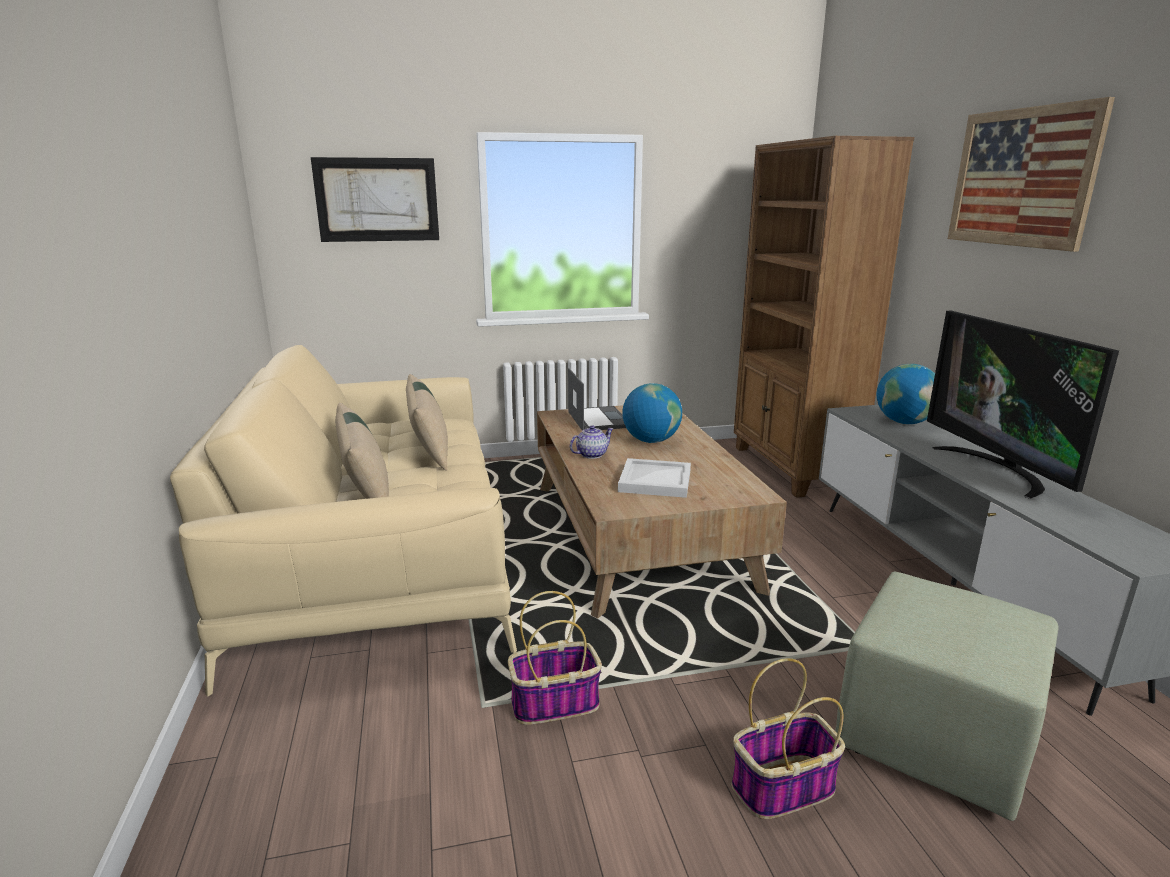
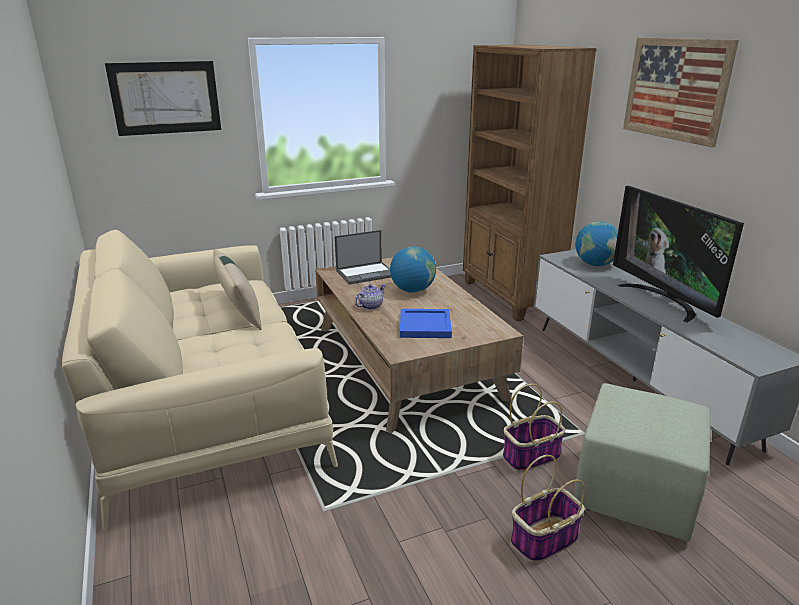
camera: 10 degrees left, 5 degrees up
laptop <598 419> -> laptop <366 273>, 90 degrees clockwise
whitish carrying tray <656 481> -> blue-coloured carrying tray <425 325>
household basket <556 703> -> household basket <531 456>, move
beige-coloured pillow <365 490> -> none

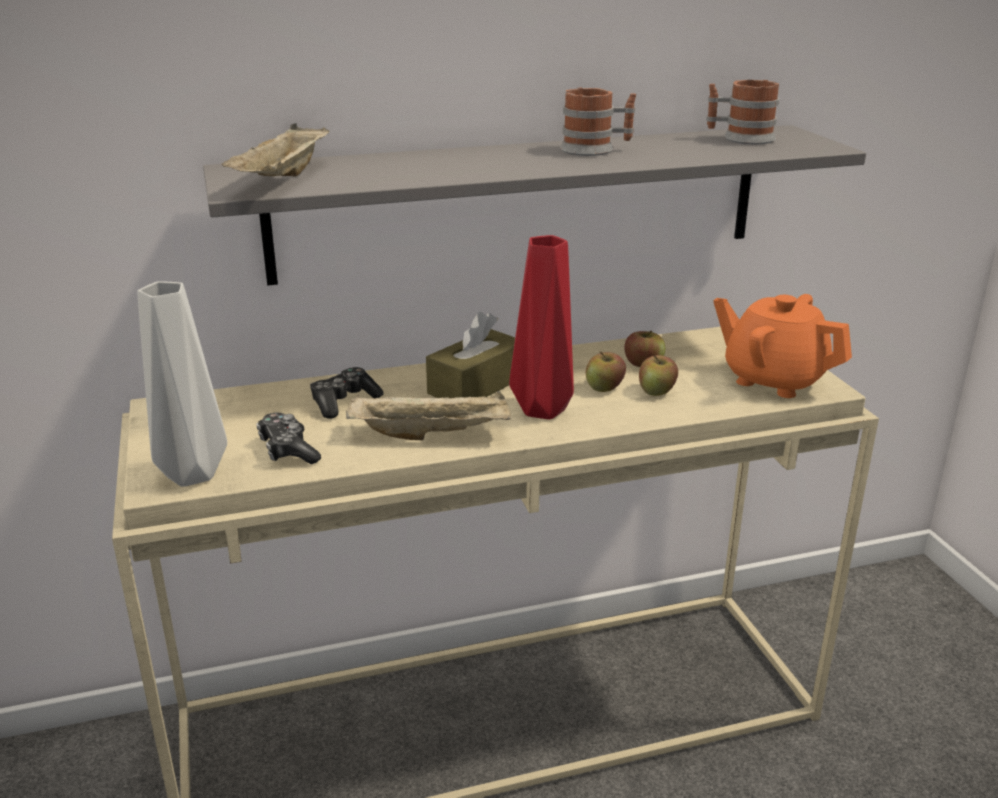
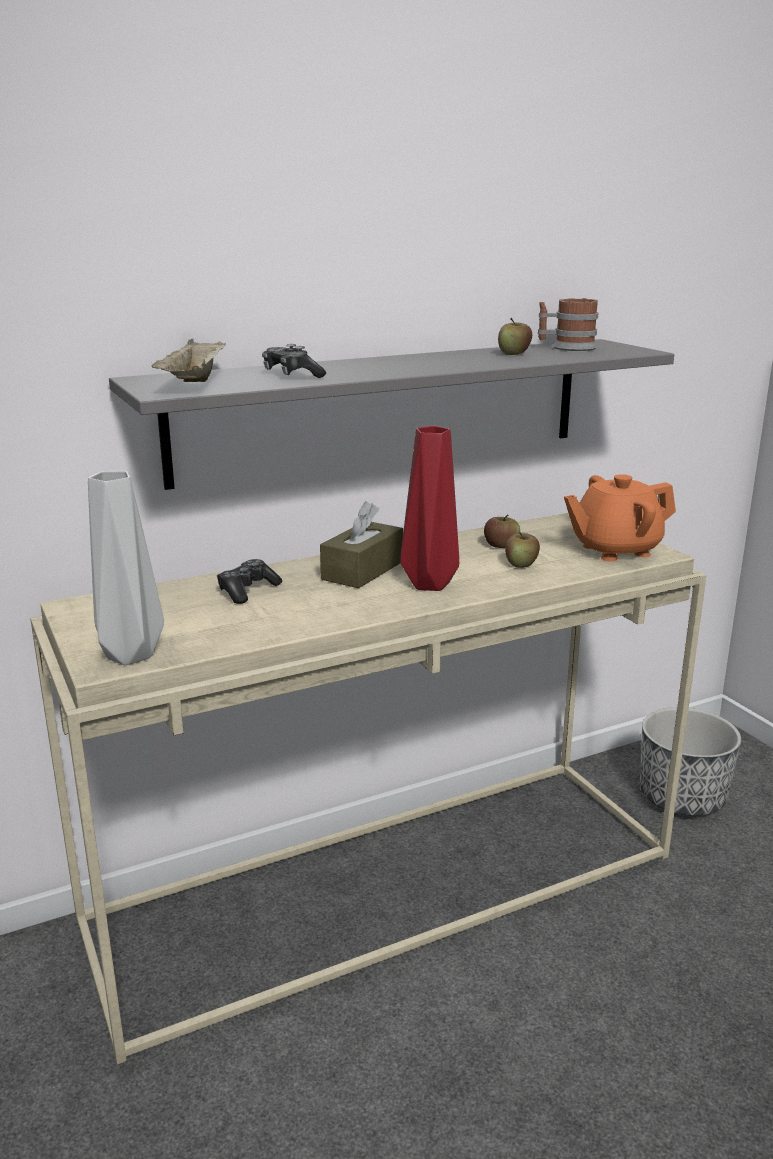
camera: 10 degrees left, 5 degrees down
game controller <288 450> -> game controller <292 375>, move
apple <604 387> -> apple <514 354>, move
orangey teapot <773 380> -> orangey teapot <615 550>, 45 degrees counterclockwise
none -> flower pot <681 797>
beige-coloured carrying tray <432 434> -> none
coffee mug <596 149> -> none

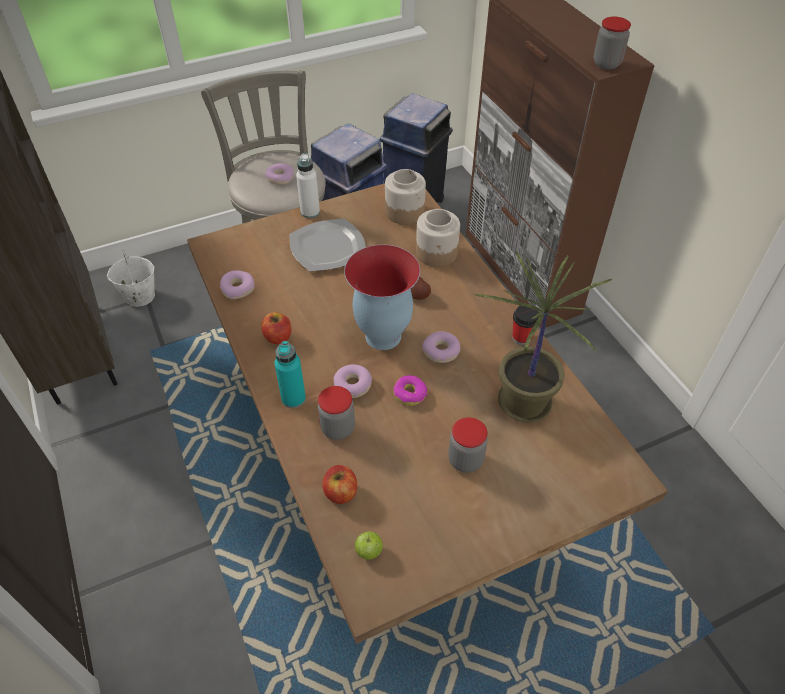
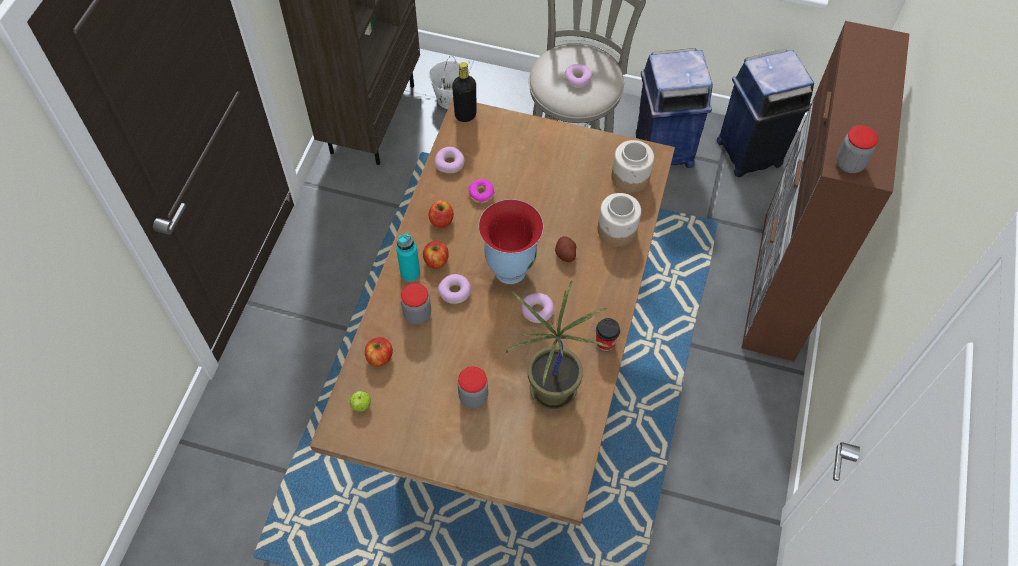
camera: 40 degrees right, 10 degrees up
none -> apple <436 260>
none -> blackish bottle <465 115>
doughnut <410 394> -> doughnut <481 194>, move
plate <326 247> -> none
whitish bottle <310 212> -> none

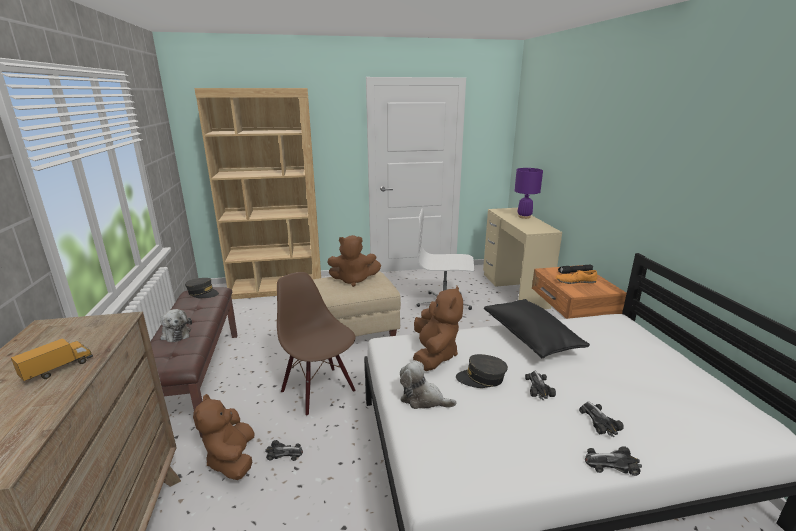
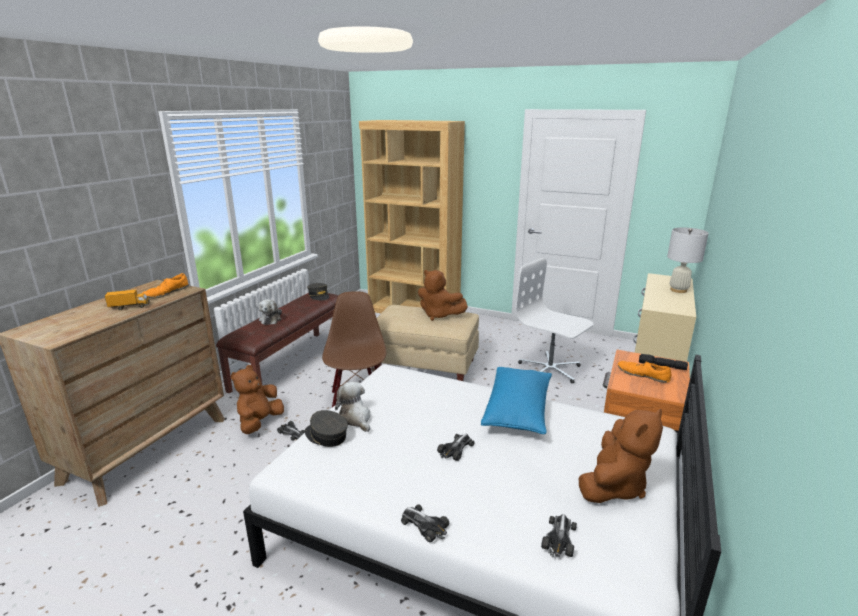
camera: 35 degrees right, 0 degrees up
none -> orangey shoe <166 293>
gray baseball cap <481 378> -> gray baseball cap <326 436>, move
blackish pillow <530 338> -> blue-coloured pillow <517 411>
miniature car <599 421> -> miniature car <559 538>, move
brown-coloured cuddly toy <434 355> -> brown-coloured cuddly toy <613 486>, move
purplish tabletop lamp <524 217> -> whitish tabletop lamp <678 290>

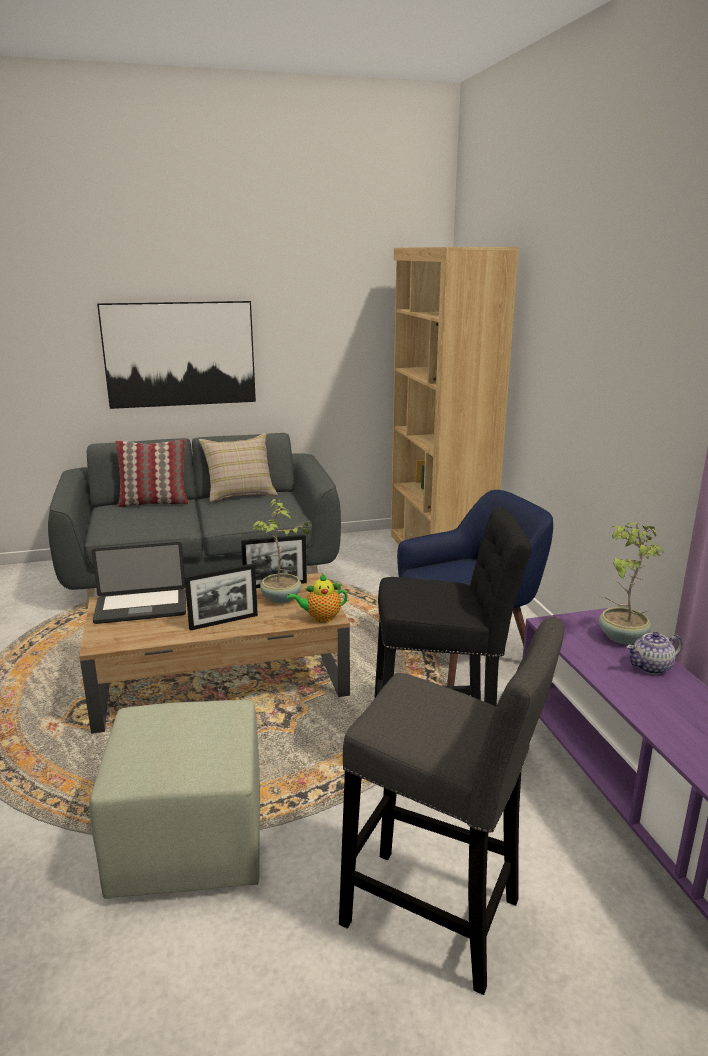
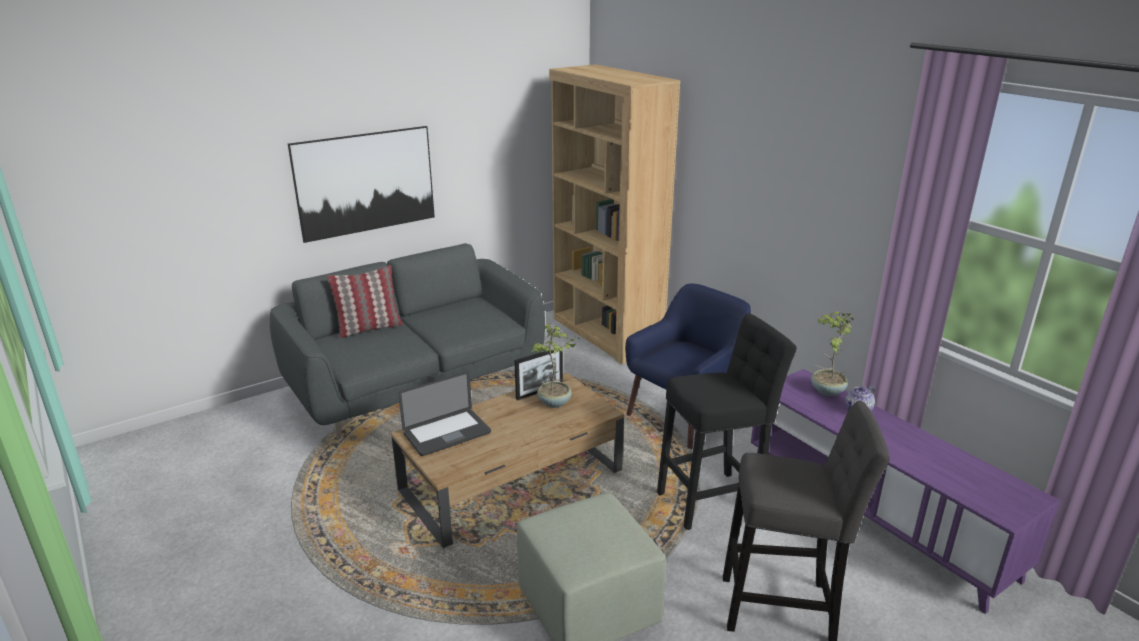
camera: 20 degrees left, 5 degrees up
photo frame <224 622> -> none
beige-coloured pillow <240 494> -> none
teapot <320 618> -> none

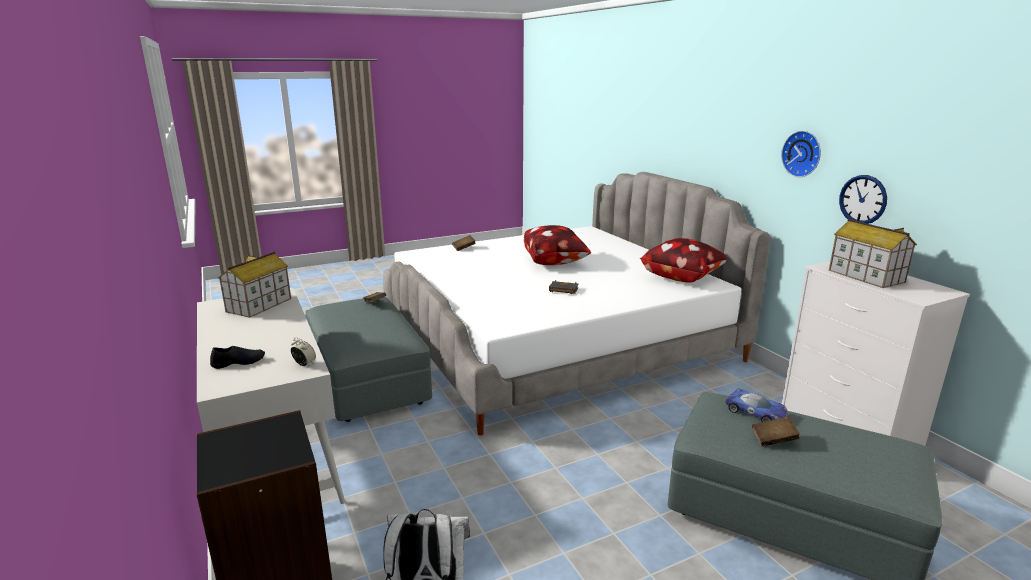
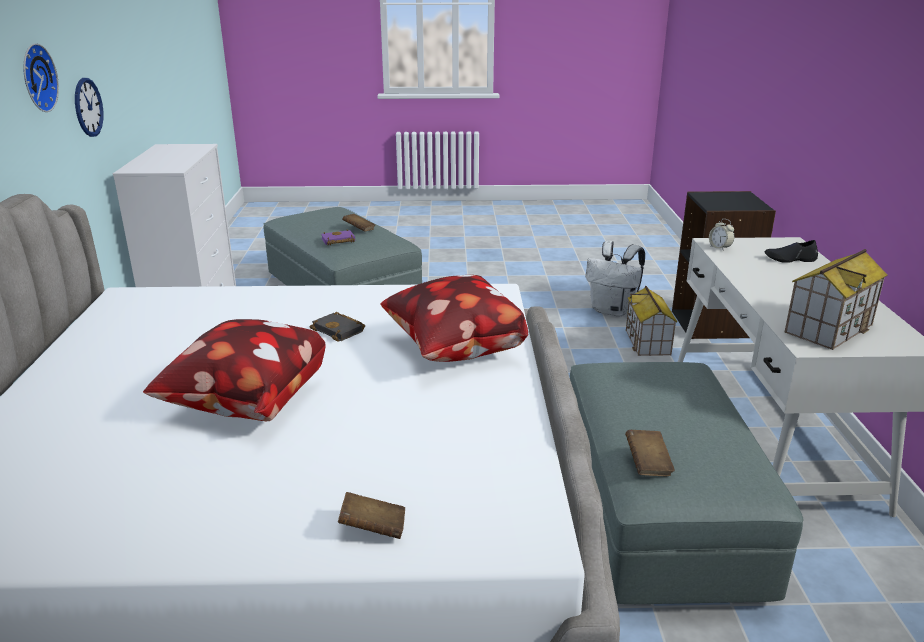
camera: 155 degrees left, 5 degrees up
miniature car <756 412> -> purplish bound book <337 241>
pillow <681 277> -> pillow <453 351>, move
toy house <865 276> -> toy house <648 342>, move

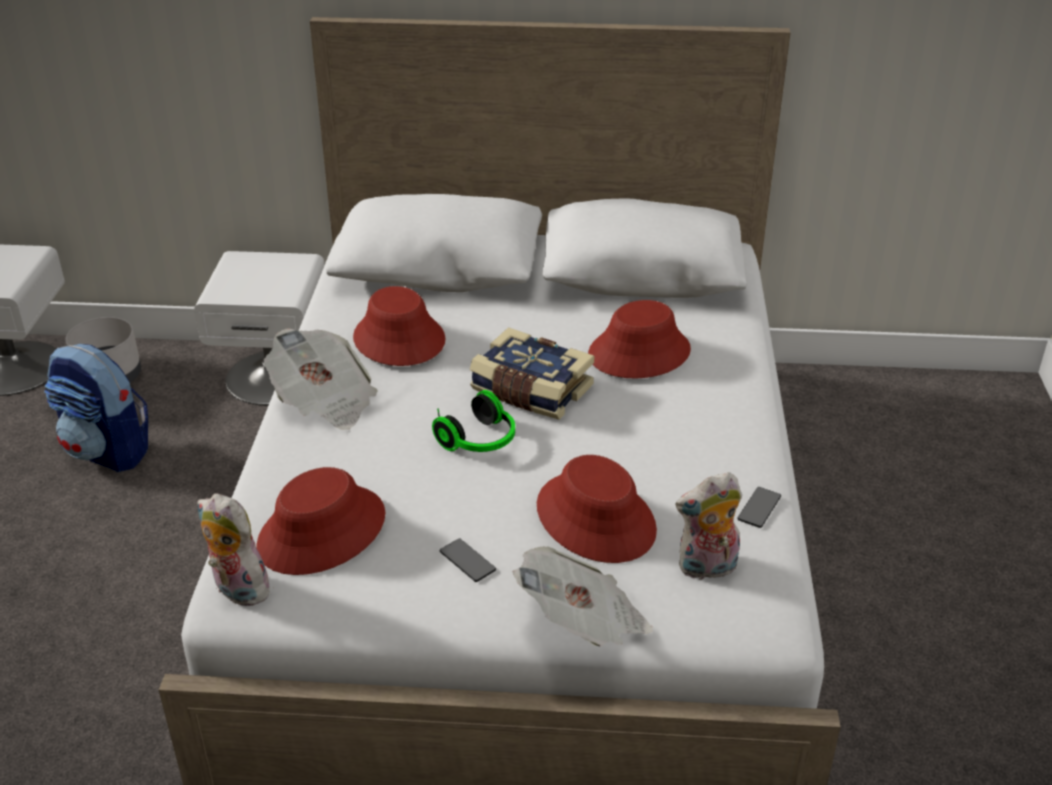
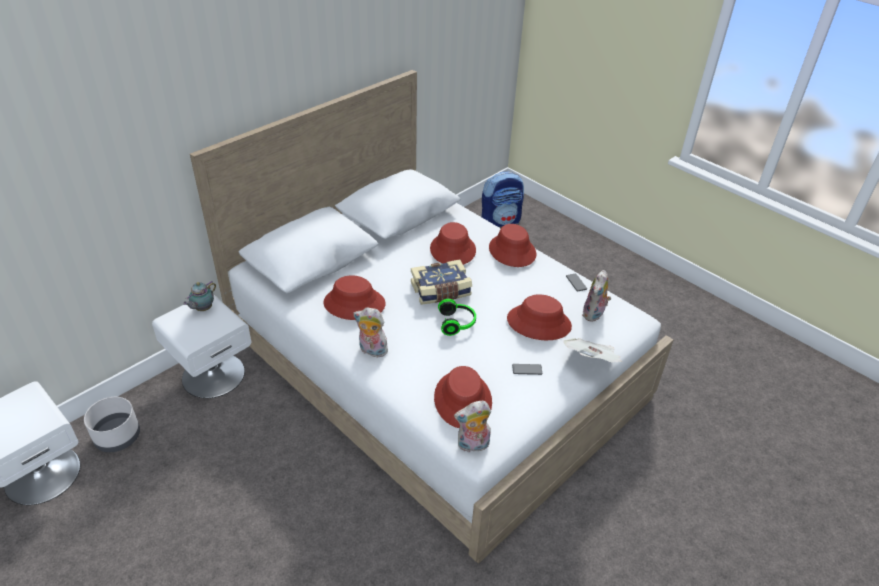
camera: 50 degrees left, 5 degrees up
none -> teapot <203 309>
daily paper <324 401> -> cuddly toy <371 351>
knapsack <108 451> -> knapsack <500 221>, move
none -> reddish clothing hat <512 251>

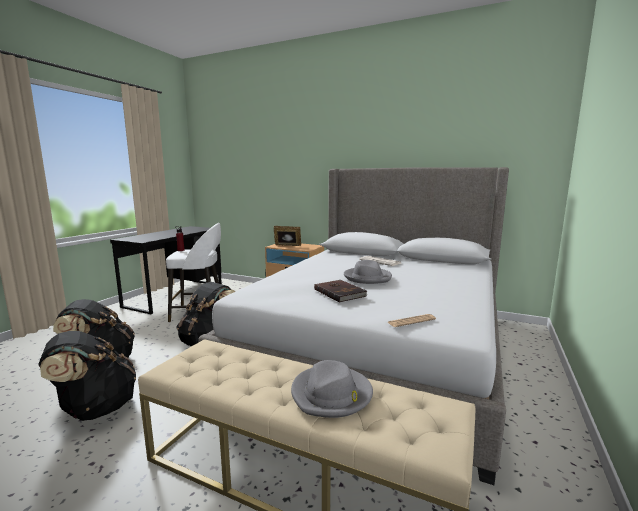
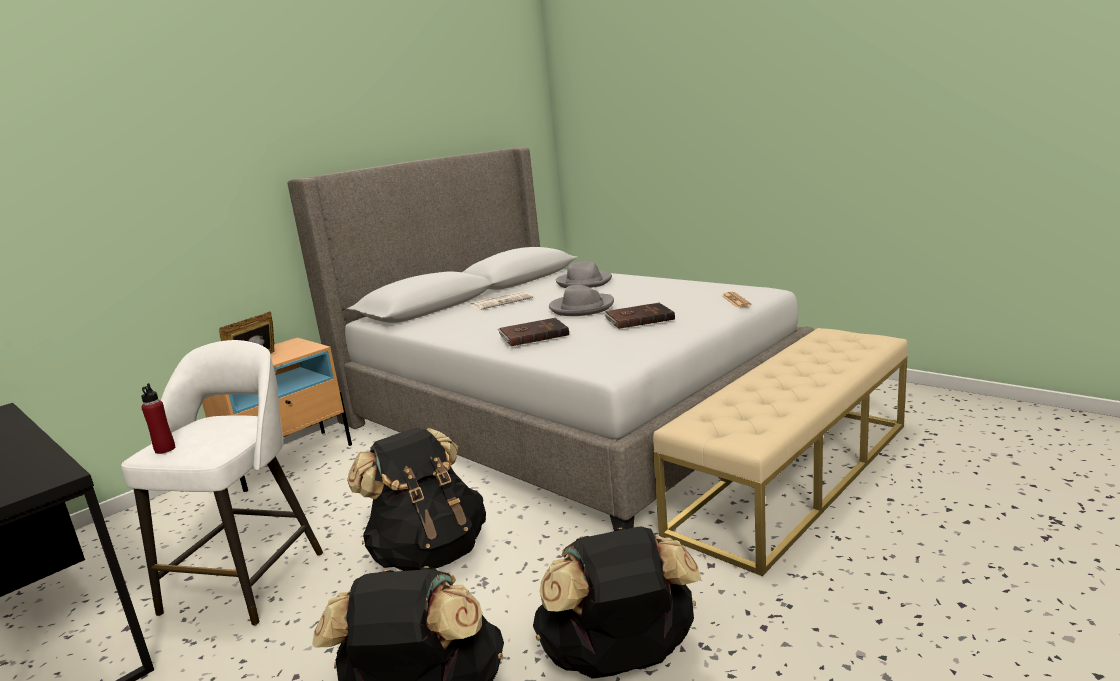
camera: 70 degrees left, 5 degrees up
none -> brown-coloured bound book <533 335>
gray clothing hat <332 394> -> gray clothing hat <584 282>, move

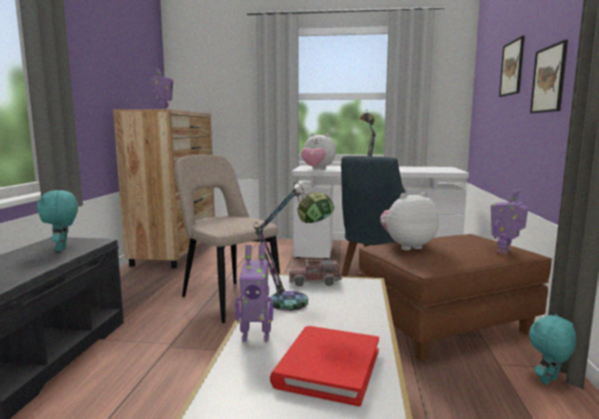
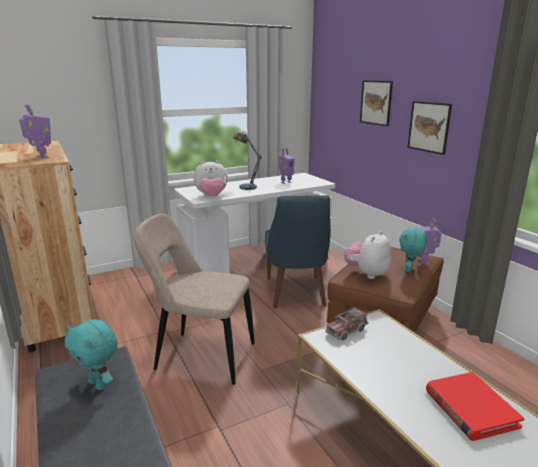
camera: 35 degrees left, 10 degrees up
model robot <256 336> -> model robot <285 182>, move
turquoise-coloured cuddly toy <549 381> -> turquoise-coloured cuddly toy <409 270>, move
tabletop lamp <295 307> -> none

